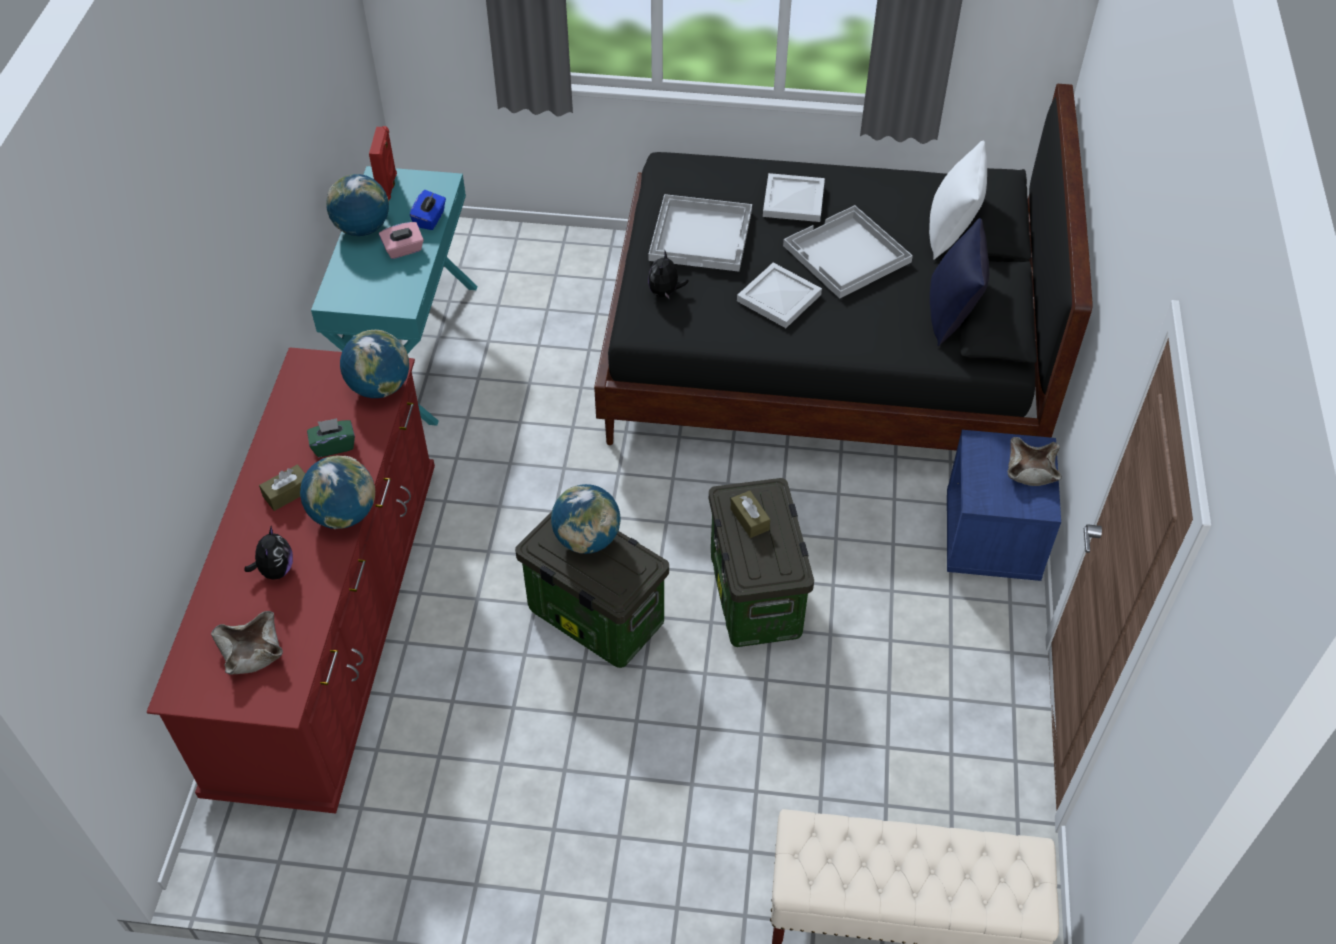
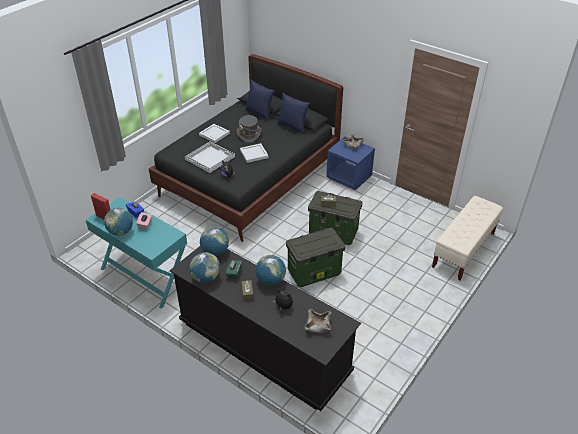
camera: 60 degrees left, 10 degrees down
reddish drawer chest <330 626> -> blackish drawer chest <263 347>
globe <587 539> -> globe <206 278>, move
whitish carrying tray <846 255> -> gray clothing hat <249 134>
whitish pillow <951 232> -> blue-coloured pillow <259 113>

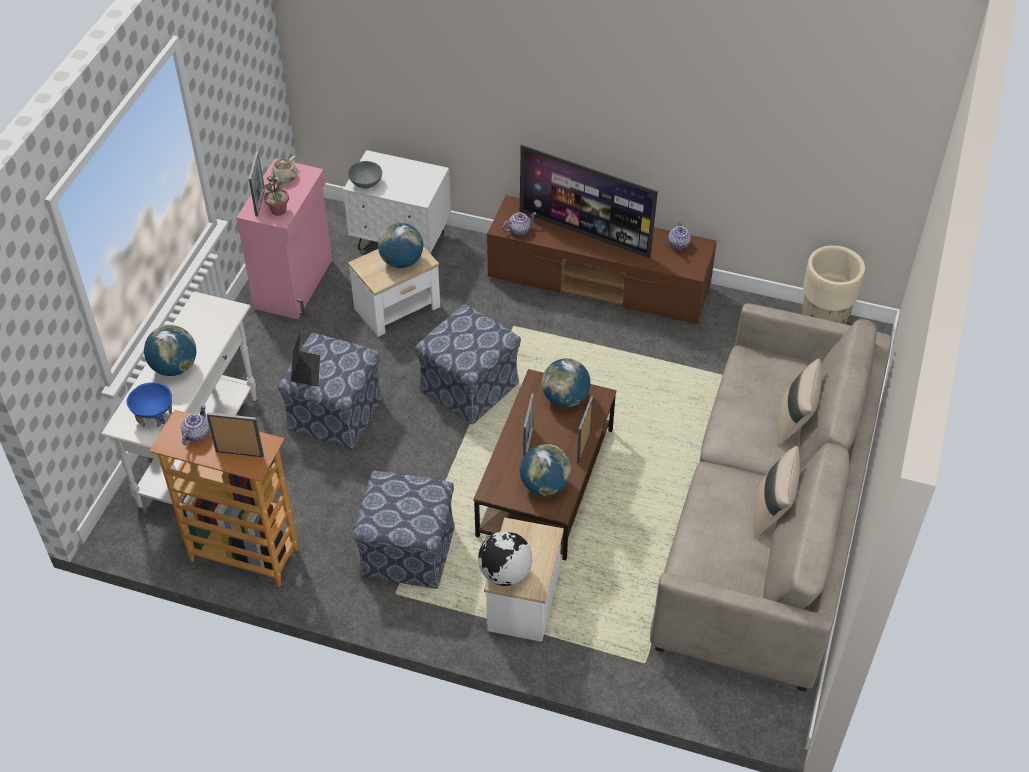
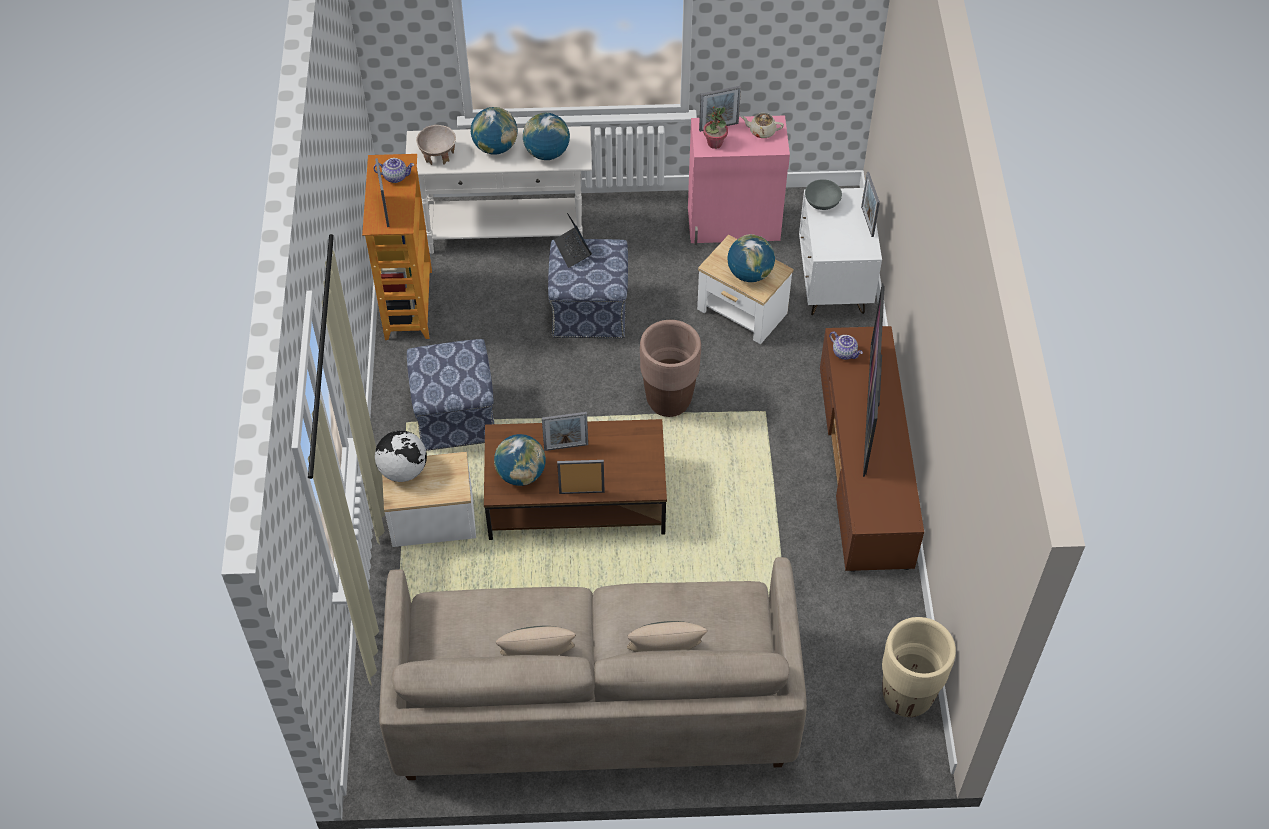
camera: 70 degrees right, 5 degrees up
blue-coloured deep dish <154 415> -> beige-coloured deep dish <438 155>
globe <565 398> -> globe <547 153>, move
laptop <305 371> -> laptop <573 250>, 90 degrees clockwise
pouffe <470 386> -> brown-coloured flower pot <669 401>
none -> photo frame <867 221>
teapot <679 244> -> none

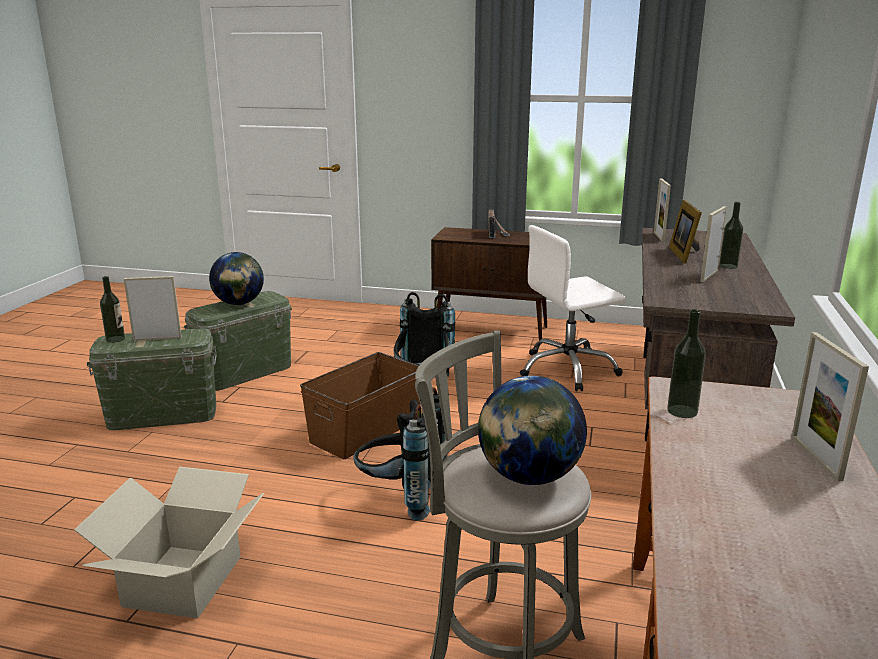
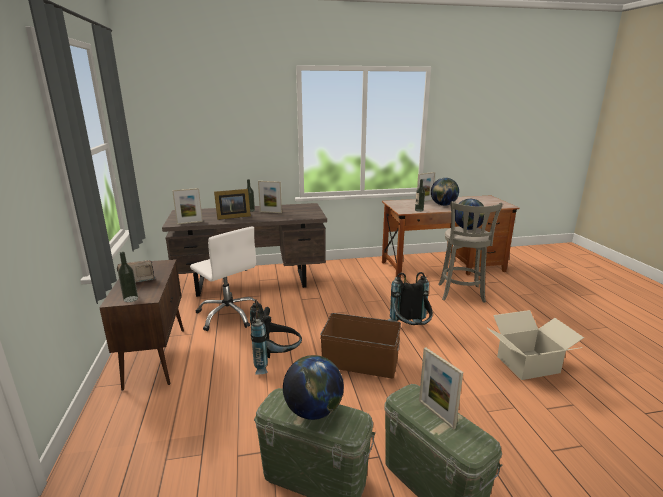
camera: 115 degrees left, 0 degrees up
bottle <115 339> -> bottle <130 299>, move
none -> globe <443 205>

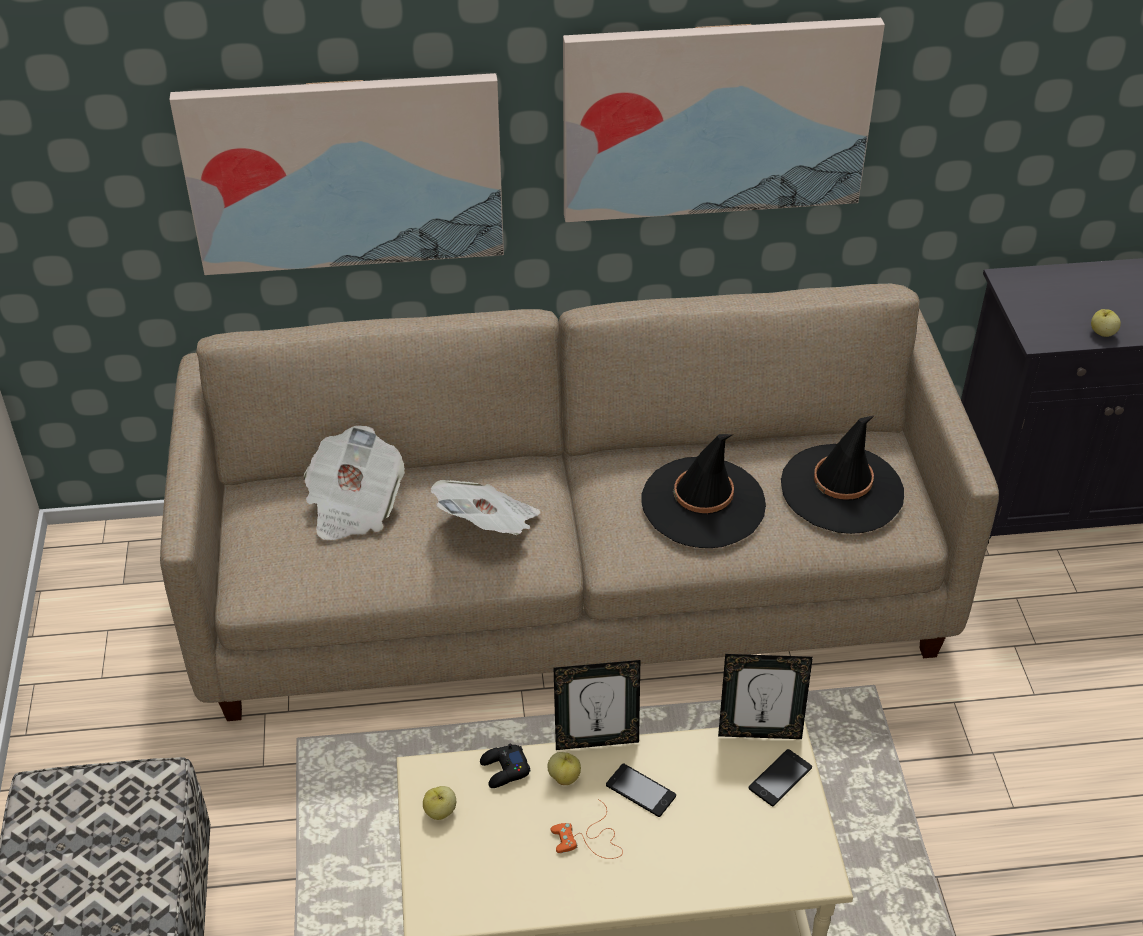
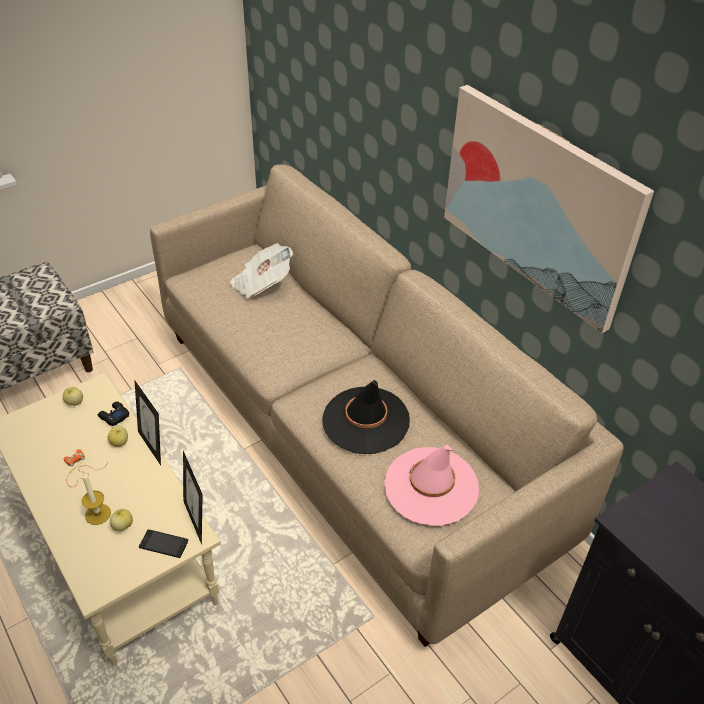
camera: 60 degrees right, 0 degrees up
none -> wax light <98 514>
apple <1102 333> -> apple <122 526>, move
blackish clothing hat <842 489> -> pinkish clothing hat <431 486>
picture <345 172> -> none
daily paper <488 526> -> none
handset <640 791> -> none

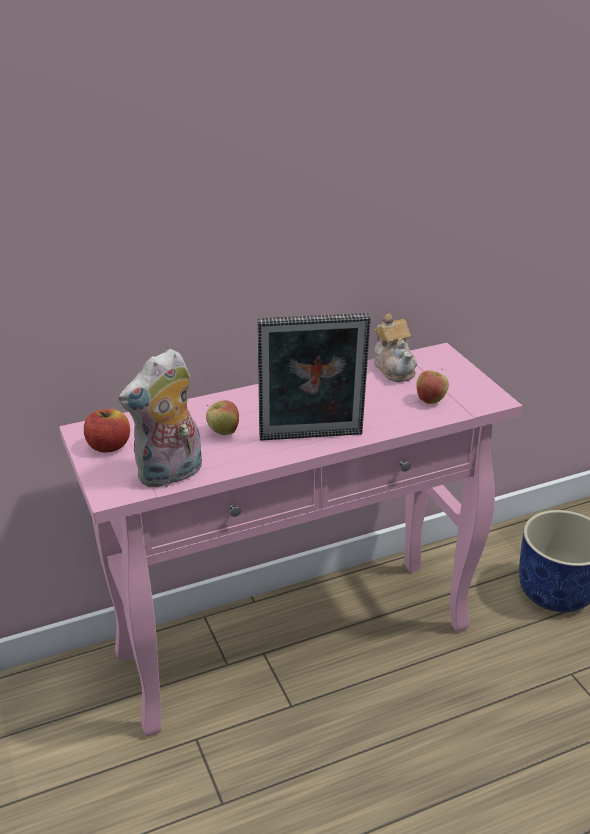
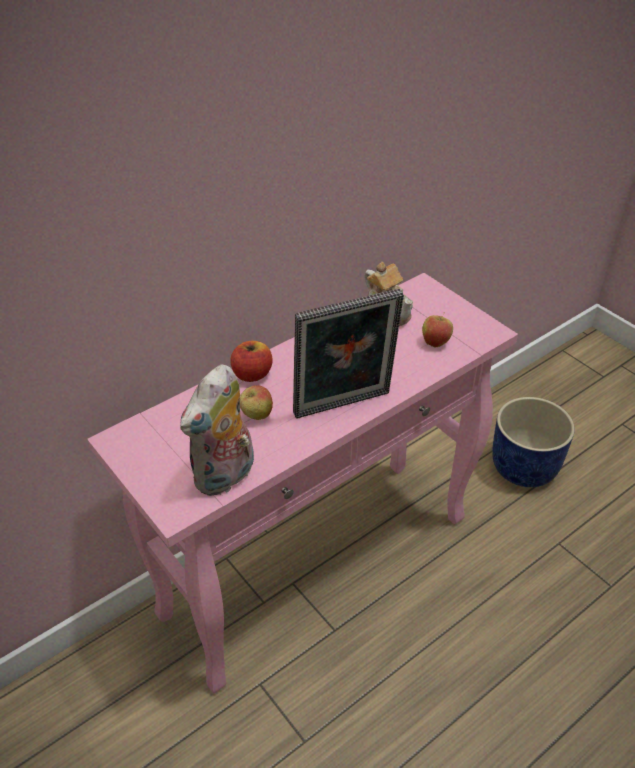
camera: 15 degrees left, 10 degrees up
apple <109 446> -> apple <252 374>, move

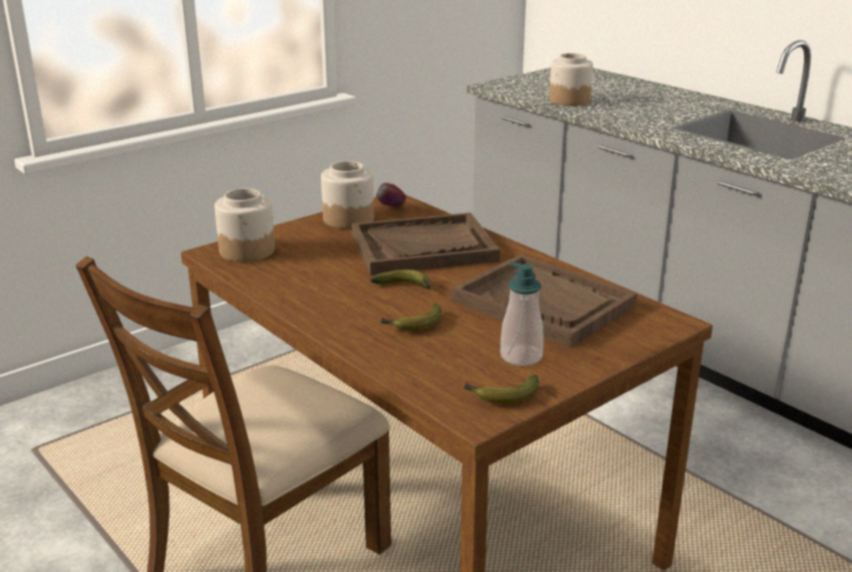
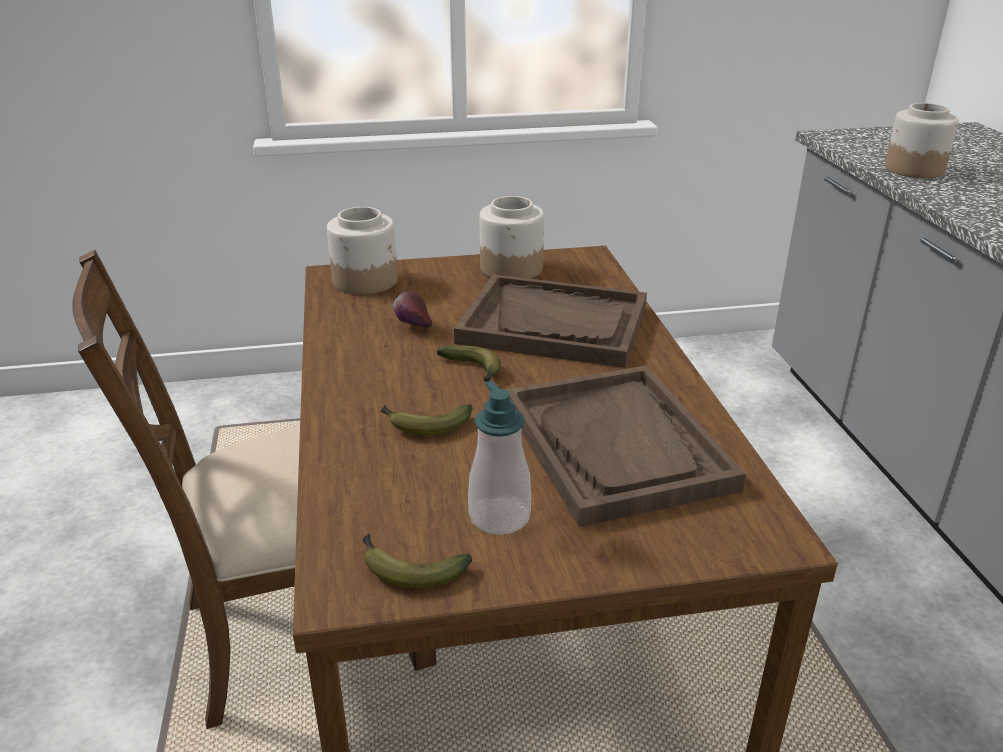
camera: 30 degrees right, 5 degrees up
apple <391 208> -> apple <413 328>, move

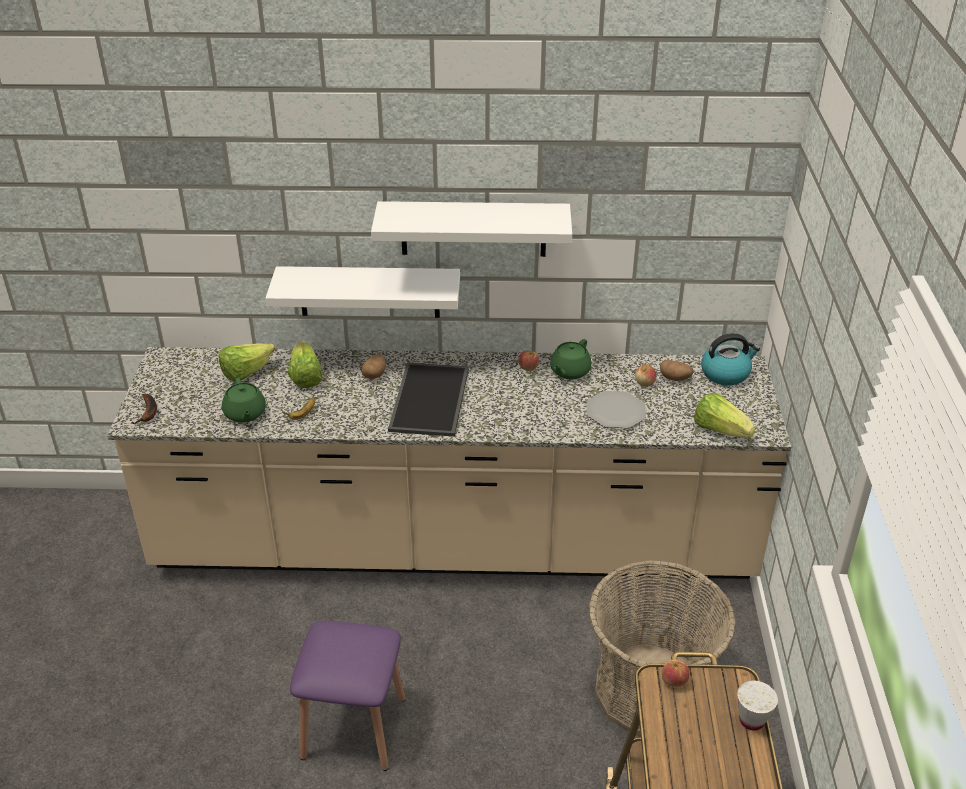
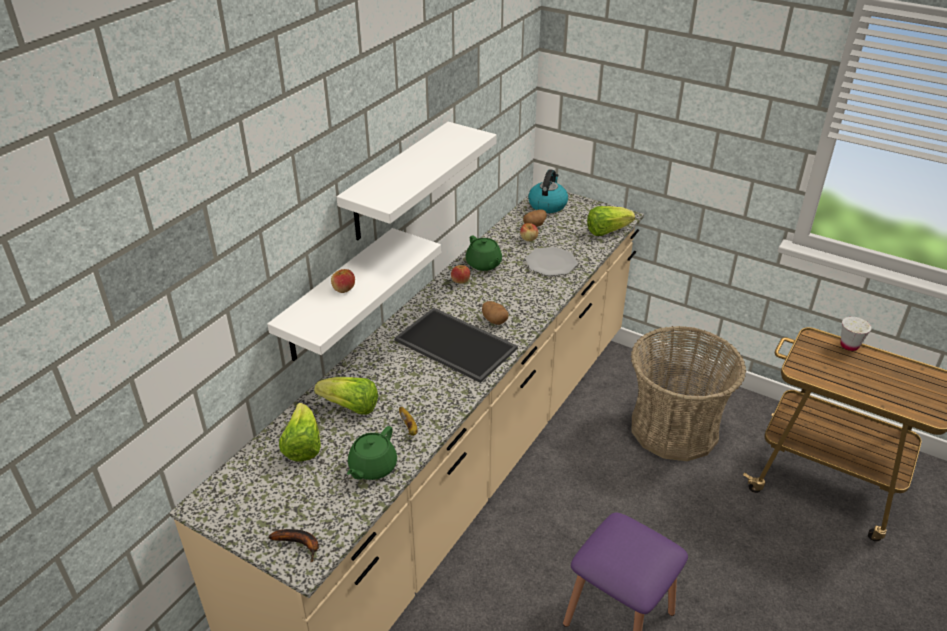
camera: 60 degrees left, 0 degrees up
apple <674 680> -> apple <343 289>, move
green-coloured teapot <245 414> -> green-coloured teapot <372 467>, 105 degrees clockwise
potato <374 374> -> potato <494 320>, move

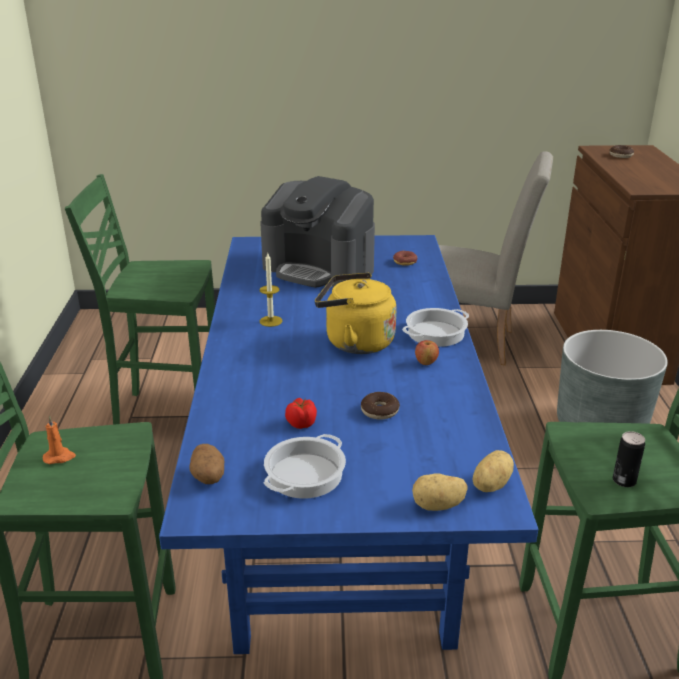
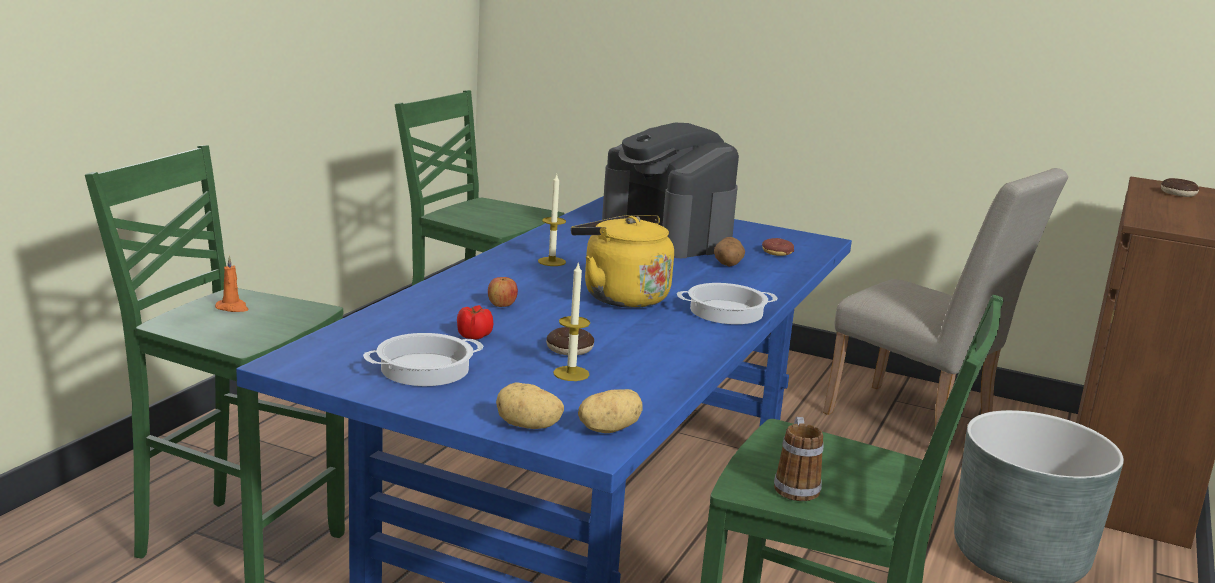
camera: 25 degrees right, 10 degrees down
apple <426 362> -> apple <502 305>, move
none -> wax light <571 373>
potato <208 477> -> potato <728 264>, move
can <624 481> -> coffee mug <795 485>

